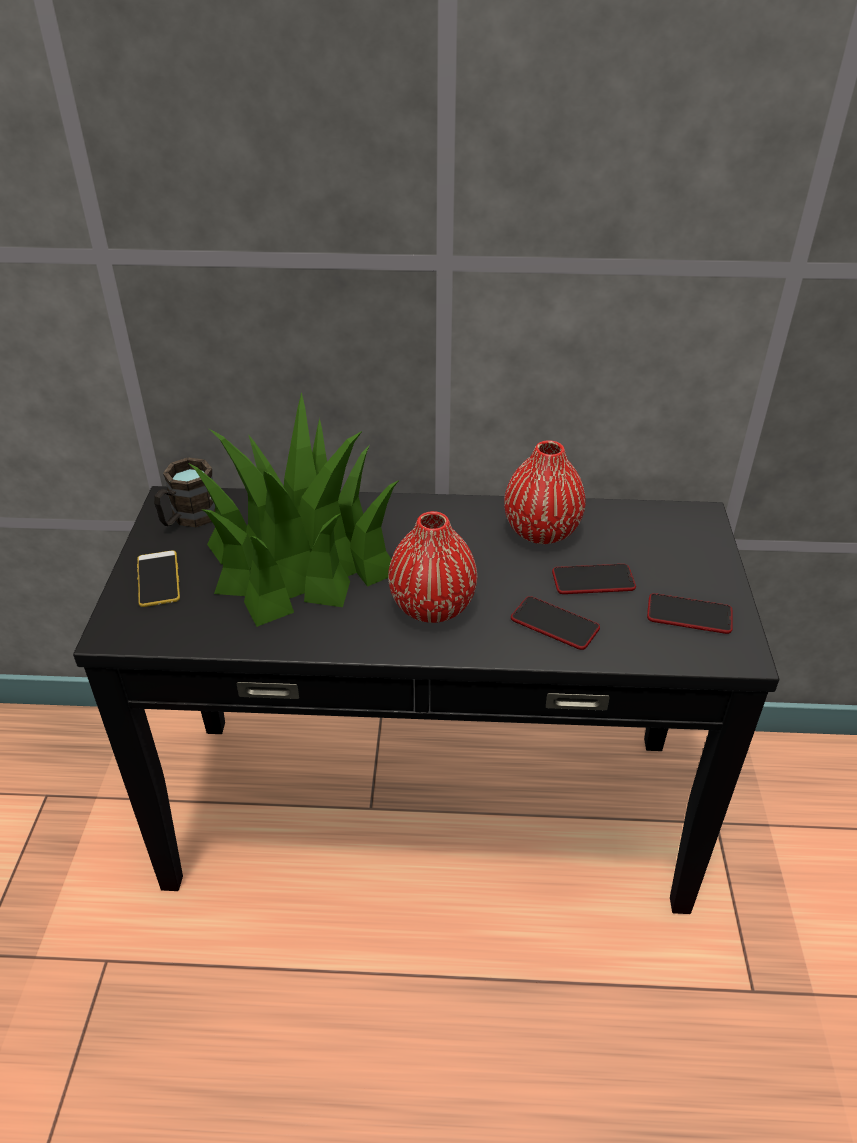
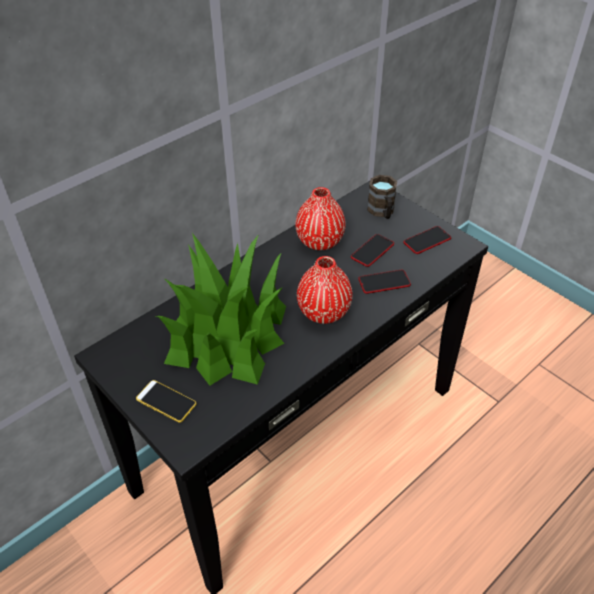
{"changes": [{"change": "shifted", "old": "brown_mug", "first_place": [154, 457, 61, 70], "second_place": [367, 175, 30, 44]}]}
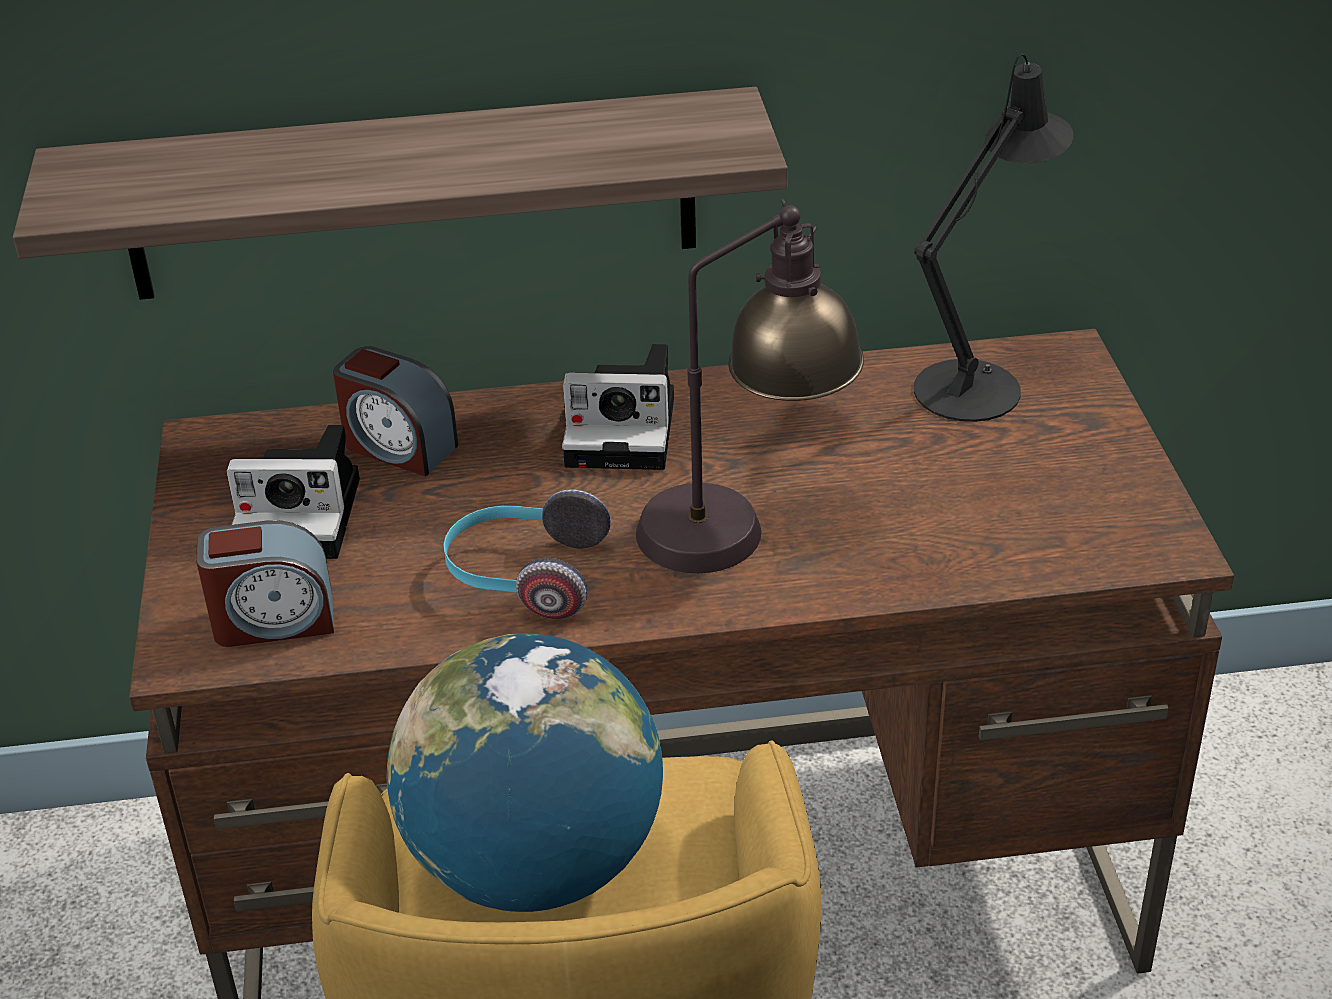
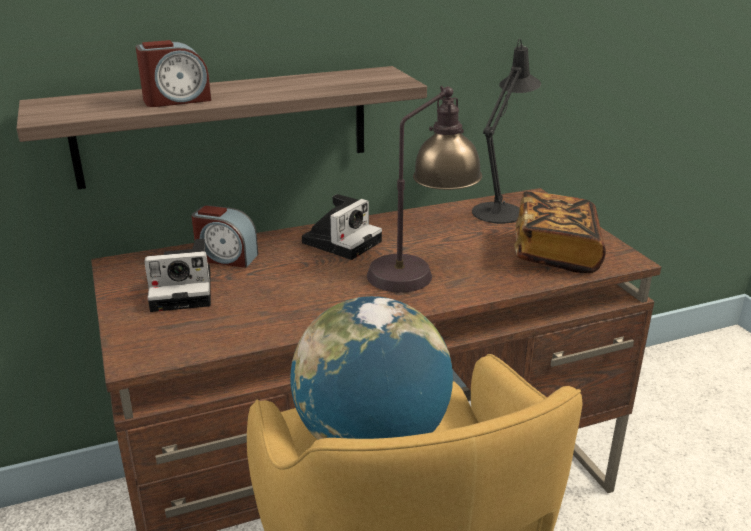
{"changes": [{"change": "rotated", "old": "photo_camera", "first_place": [562, 344, 112, 126], "second_place": [302, 194, 80, 66], "degrees": -45}, {"change": "gone", "old": "headphones", "first_place": [444, 489, 167, 130]}, {"change": "shifted", "old": "alarm_clock", "first_place": [196, 520, 138, 127], "second_place": [136, 40, 75, 67]}, {"change": "new", "new": "book", "second_place": [514, 191, 92, 82]}]}
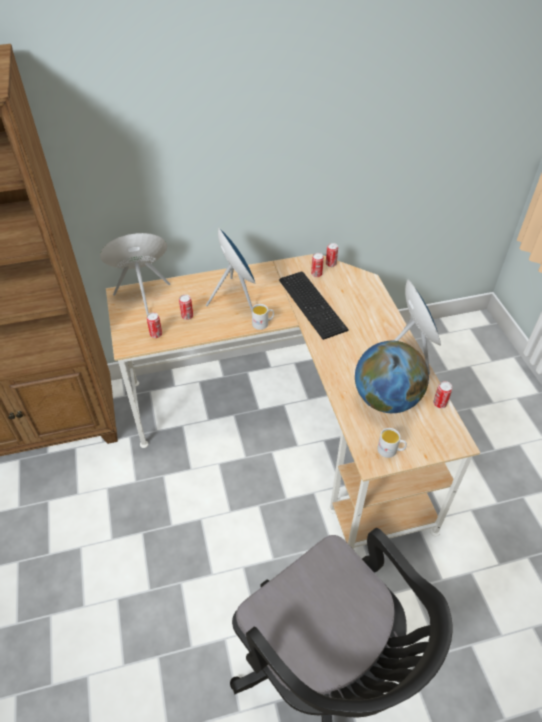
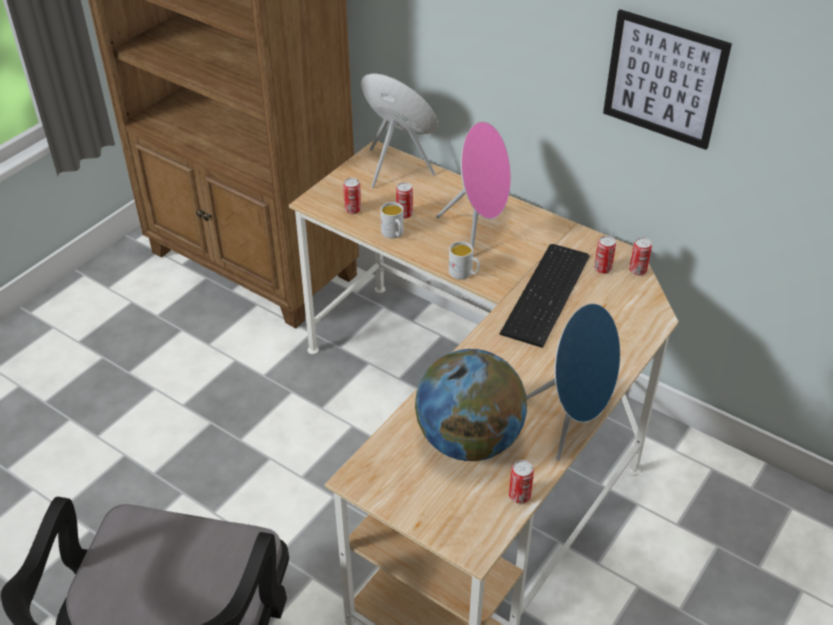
{"changes": [{"change": "repainted", "old": "blue_speaker", "new": "pink_speaker", "first_place": [206, 227, 50, 85], "second_place": [436, 121, 75, 128]}, {"change": "shifted", "old": "white_mug", "first_place": [377, 428, 30, 30], "second_place": [380, 202, 24, 36]}, {"change": "new", "new": "picture", "second_place": [603, 9, 129, 141]}]}
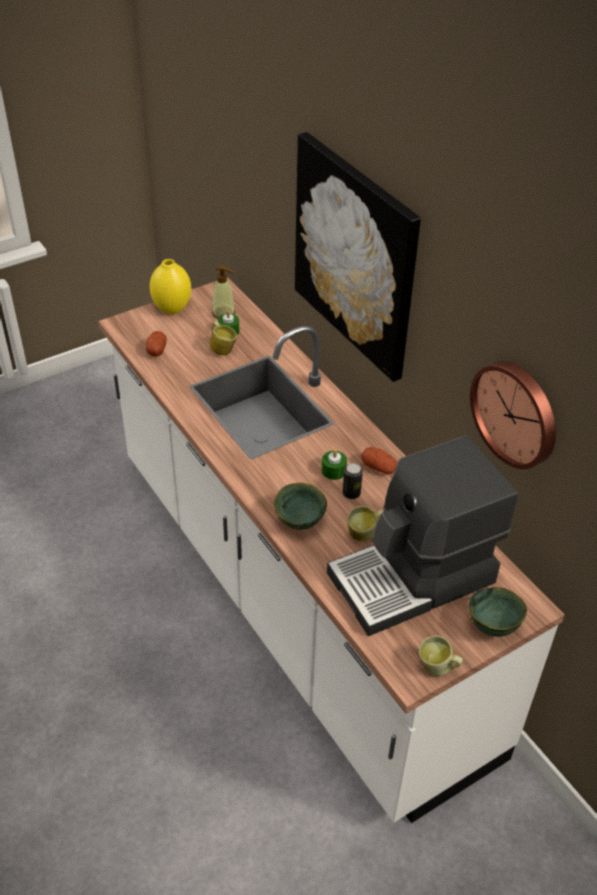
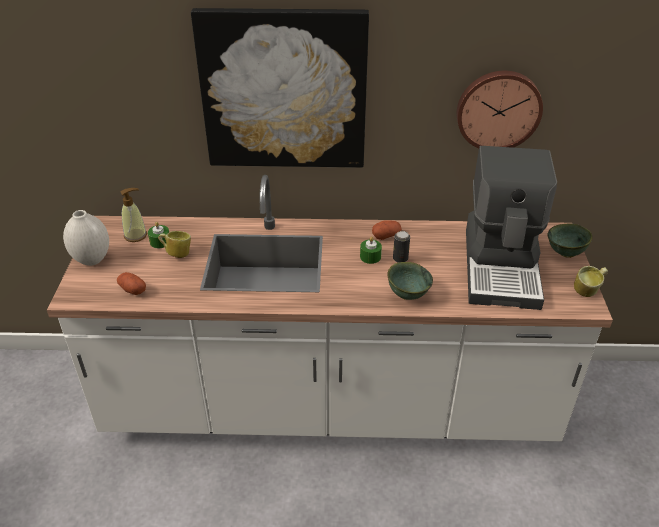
{"changes": [{"change": "repainted", "old": "yellow_vase", "new": "white_vase", "first_place": [150, 259, 41, 55], "second_place": [63, 210, 46, 56]}, {"change": "gone", "old": "mug", "first_place": [347, 506, 37, 35]}]}
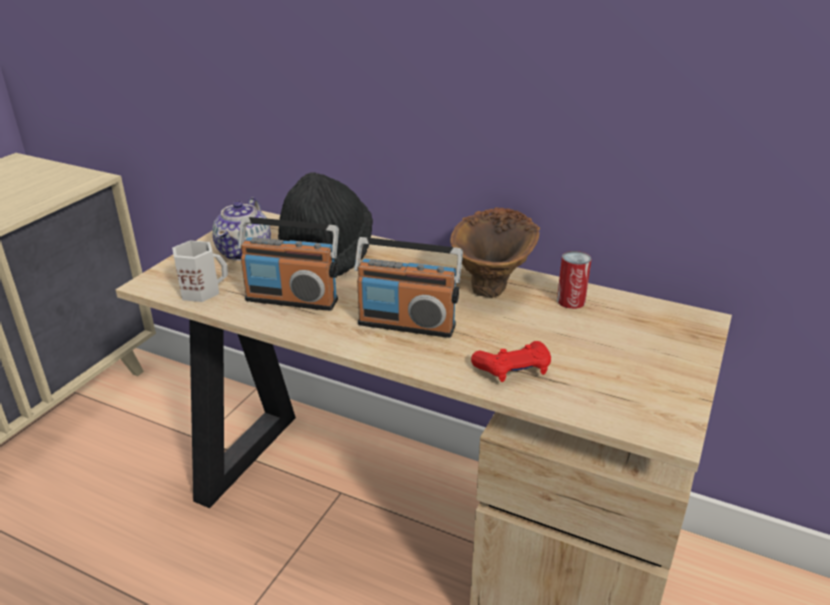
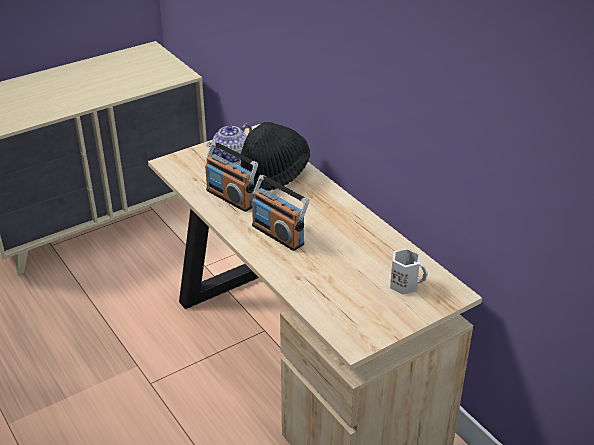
{"changes": [{"change": "gone", "old": "brown_vase", "first_place": [450, 207, 90, 91]}, {"change": "shifted", "old": "white_mug", "first_place": [172, 240, 56, 62], "second_place": [390, 248, 38, 47]}, {"change": "gone", "old": "can", "first_place": [557, 251, 34, 58]}, {"change": "gone", "old": "red_game_controller", "first_place": [471, 341, 80, 41]}]}
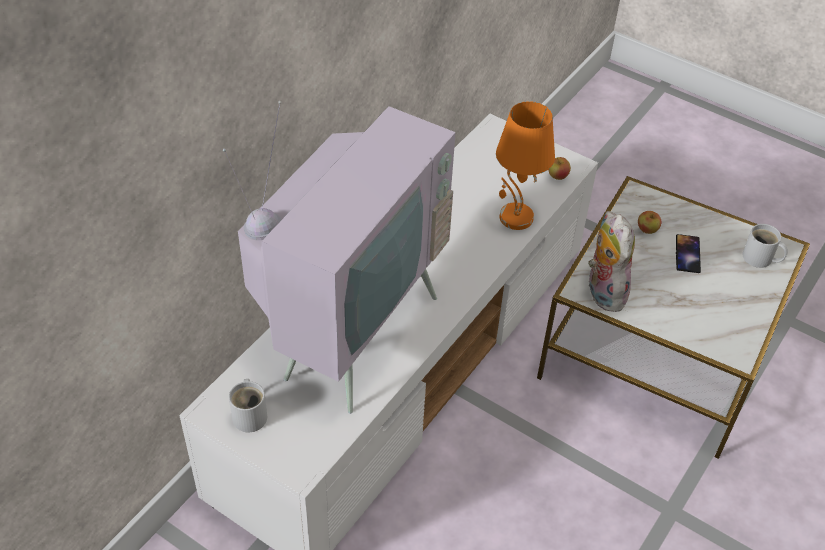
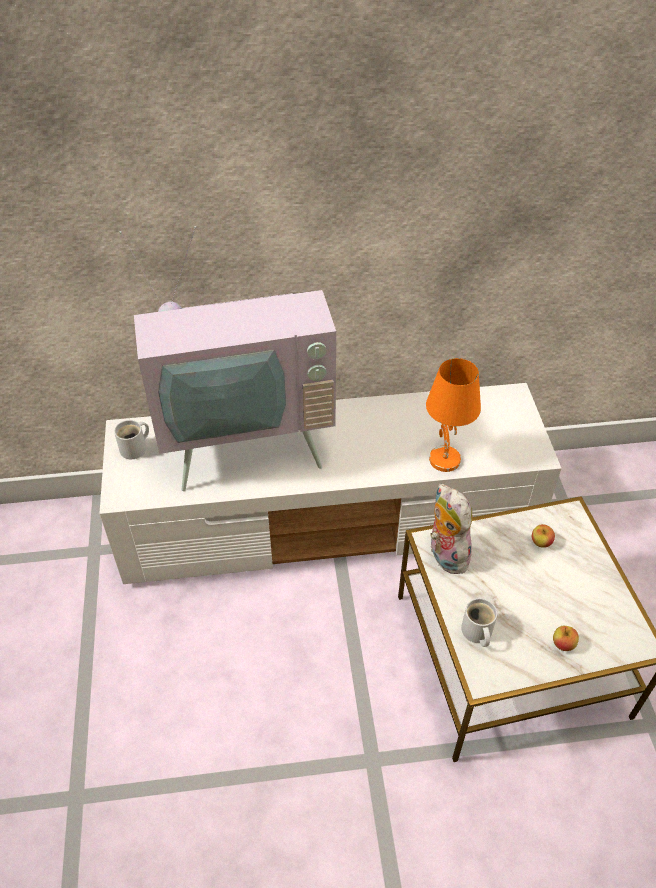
{"changes": [{"change": "shifted", "old": "apple", "first_place": [548, 157, 23, 23], "second_place": [553, 626, 26, 25]}, {"change": "rotated", "old": "plush_toy", "first_place": [588, 211, 47, 101], "second_place": [430, 483, 42, 91], "degrees": -60}, {"change": "shifted", "old": "white_mug", "first_place": [743, 224, 45, 44], "second_place": [461, 598, 36, 49]}, {"change": "gone", "old": "phone", "first_place": [676, 234, 25, 39]}]}
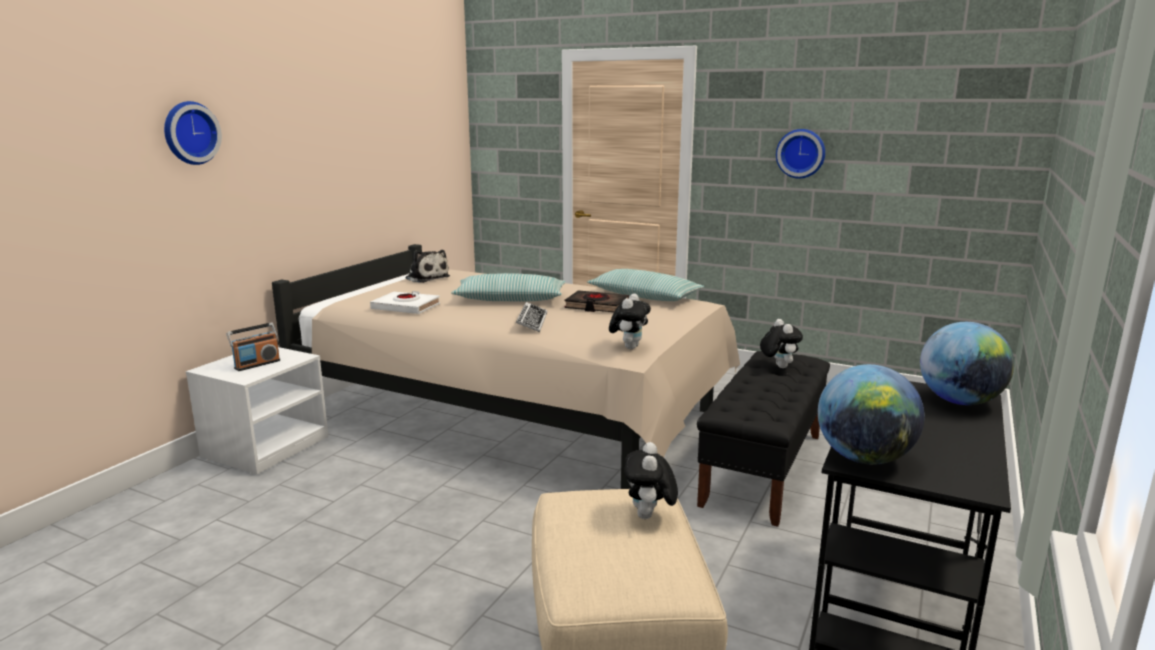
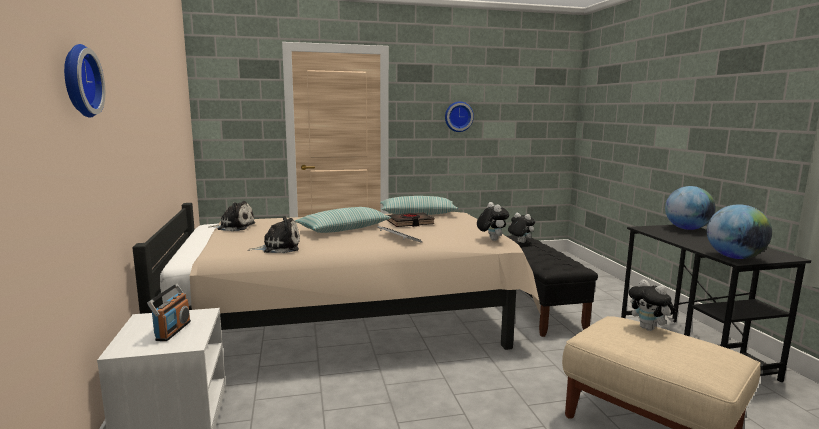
{"changes": [{"change": "swapped", "old": "white_book", "new": "plush_toy", "first_place": [370, 291, 70, 23], "second_place": [248, 216, 52, 37]}]}
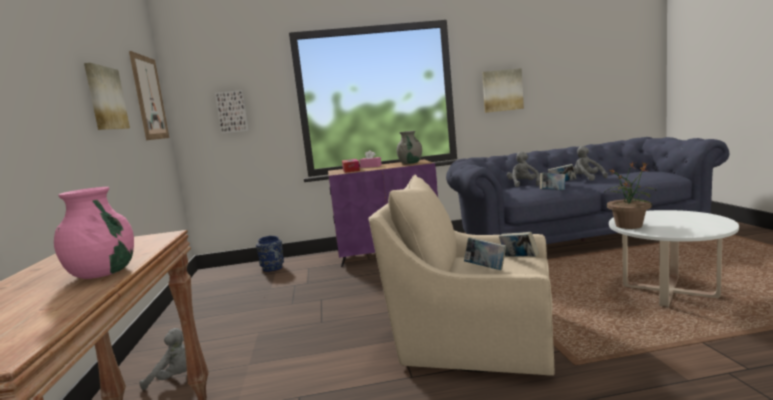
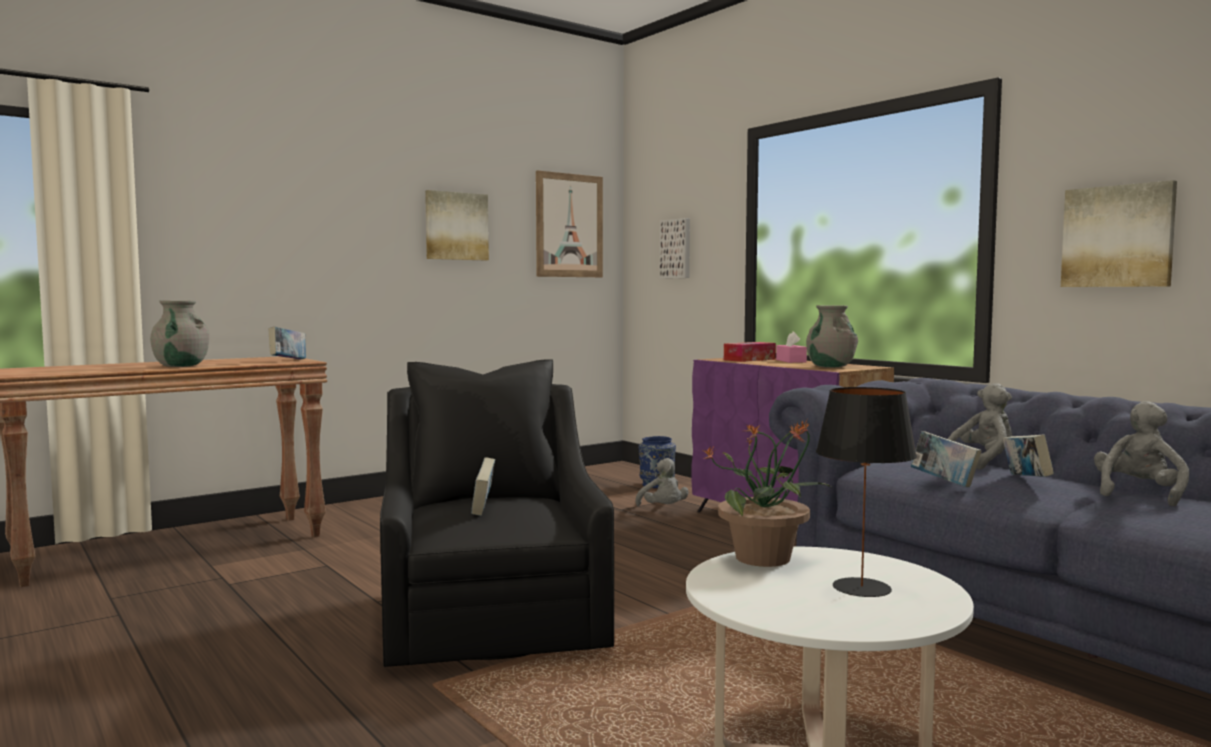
{"changes": [{"change": "repainted", "old": "beige_armchair", "new": "black_armchair", "first_place": [368, 174, 187, 201], "second_place": [380, 359, 234, 308]}, {"change": "repainted", "old": "pink_vase", "new": "grey_vase", "first_place": [54, 187, 80, 92], "second_place": [150, 300, 59, 67]}, {"change": "shifted", "old": "book", "first_place": [499, 232, 40, 25], "second_place": [269, 327, 37, 33]}, {"change": "shifted", "old": "grey_plush_toy", "first_place": [139, 328, 48, 62], "second_place": [635, 458, 54, 48]}, {"change": "new", "new": "black_table_lamp", "second_place": [816, 387, 101, 210]}]}
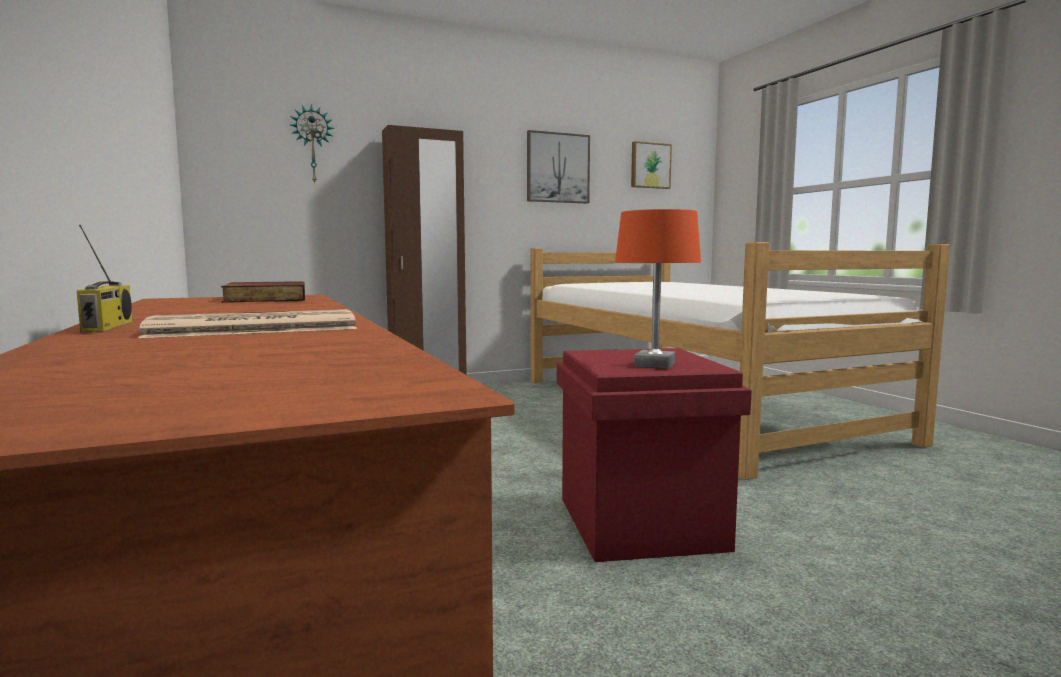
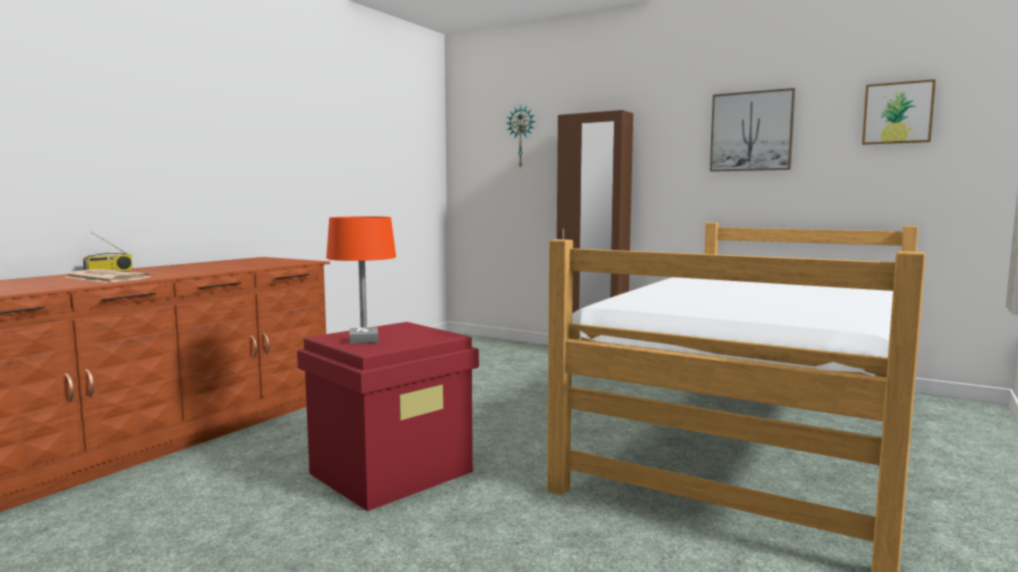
{"changes": [{"change": "gone", "old": "book", "first_place": [221, 281, 84, 22]}]}
